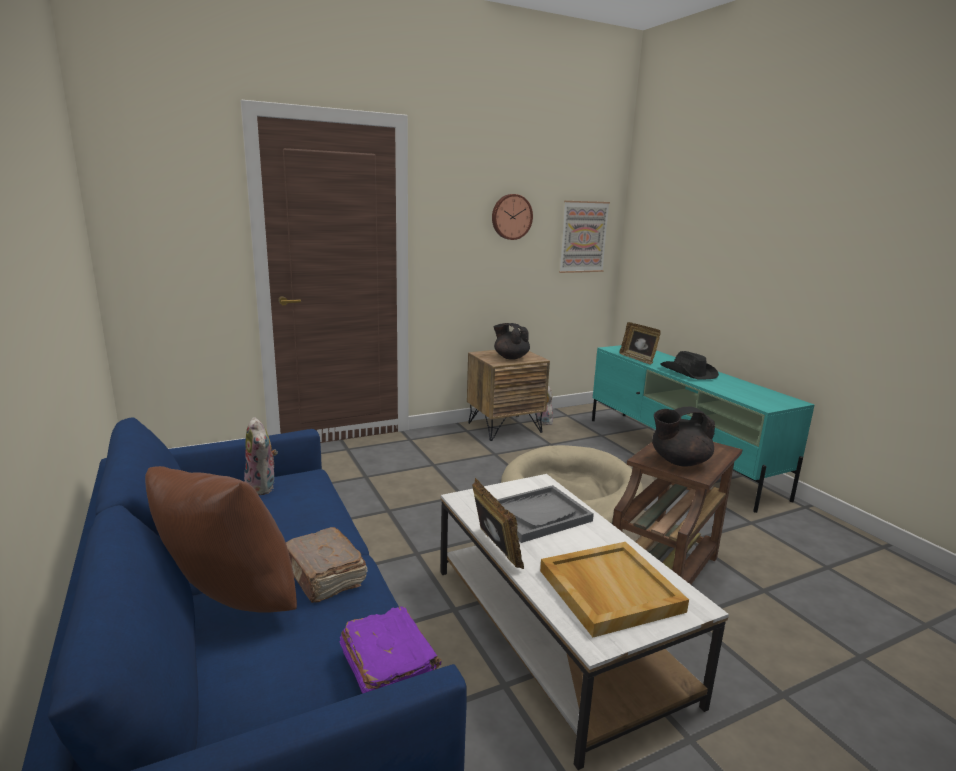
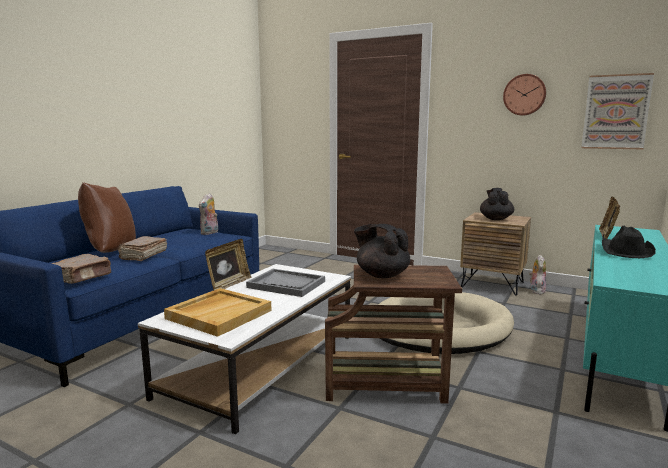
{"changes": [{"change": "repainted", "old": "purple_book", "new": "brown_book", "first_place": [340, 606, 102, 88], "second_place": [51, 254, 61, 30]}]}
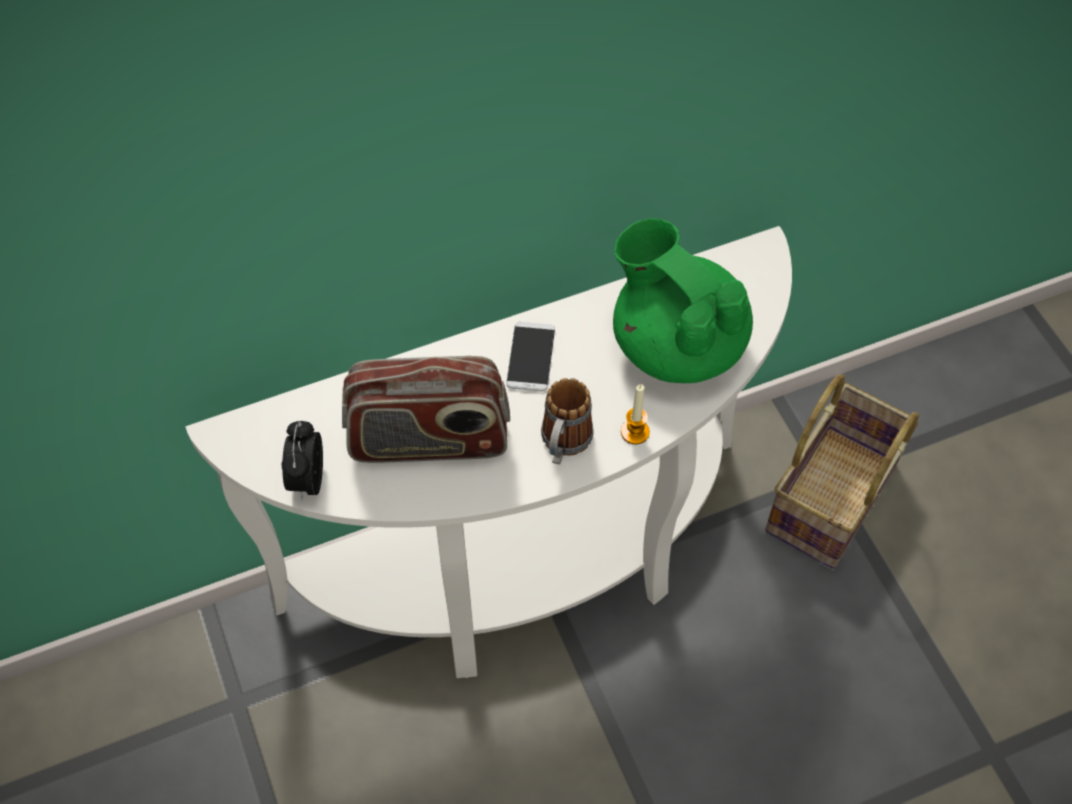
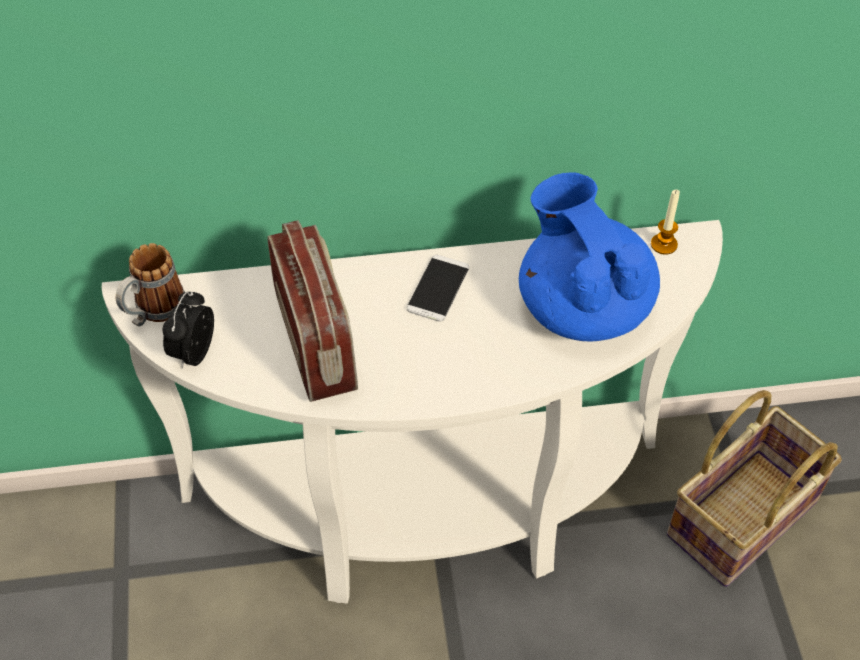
{"changes": [{"change": "repainted", "old": "green_teapot", "new": "blue_teapot", "first_place": [613, 218, 140, 165], "second_place": [519, 172, 141, 169]}, {"change": "rotated", "old": "radio", "first_place": [342, 356, 168, 107], "second_place": [267, 220, 91, 182], "degrees": -120}, {"change": "shifted", "old": "mug", "first_place": [541, 378, 53, 87], "second_place": [116, 243, 69, 84]}, {"change": "shifted", "old": "candle", "first_place": [621, 384, 29, 60], "second_place": [651, 190, 29, 65]}]}
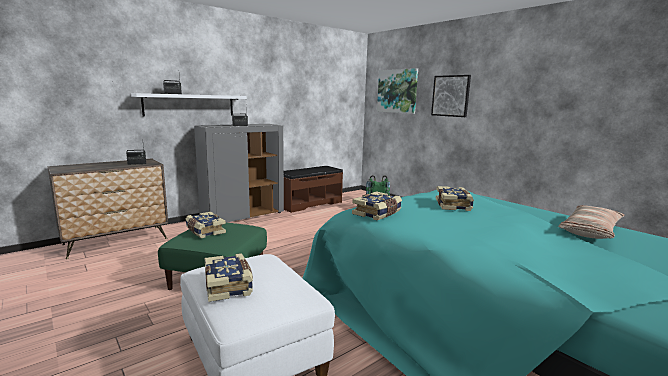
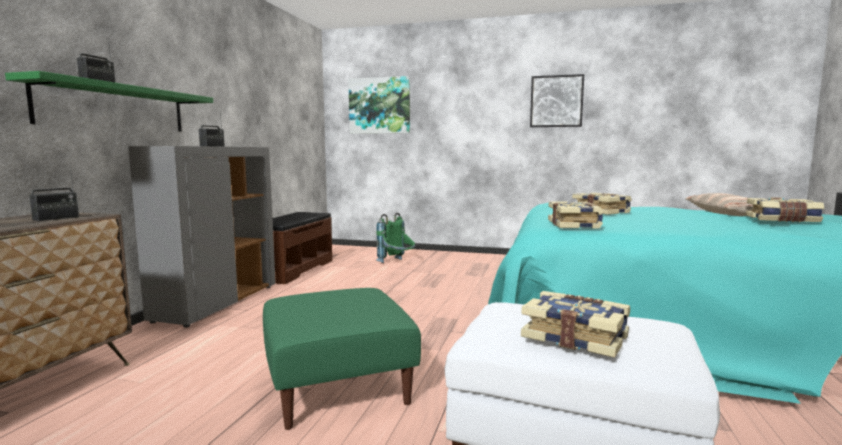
{"changes": [{"change": "shifted", "old": "picture", "first_place": [431, 75, 40, 42], "second_place": [530, 74, 54, 53]}, {"change": "repainted", "old": "white_shelf", "new": "green_shelf", "first_place": [131, 93, 116, 23], "second_place": [5, 71, 208, 61]}, {"change": "shifted", "old": "book", "first_place": [186, 212, 40, 26], "second_place": [746, 197, 78, 25]}]}
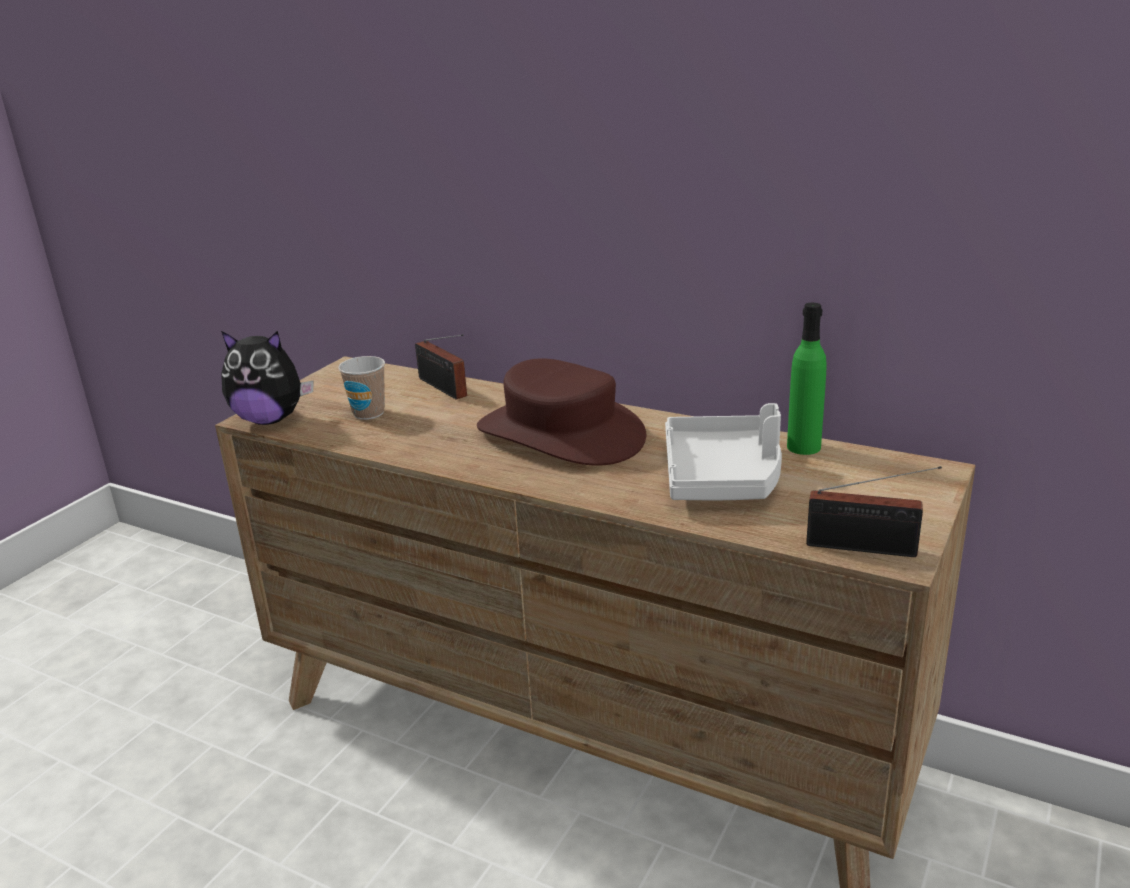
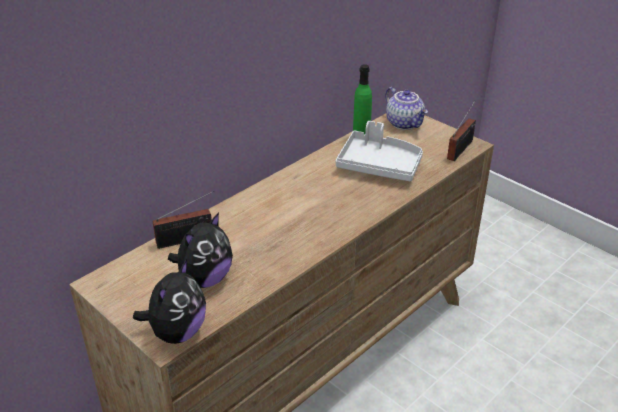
{"changes": [{"change": "swapped", "old": "cup", "new": "plush_toy", "first_place": [338, 356, 47, 64], "second_place": [168, 213, 65, 75]}, {"change": "gone", "old": "brown_hat", "first_place": [477, 358, 169, 108]}, {"change": "new", "new": "teapot", "second_place": [385, 87, 43, 43]}]}
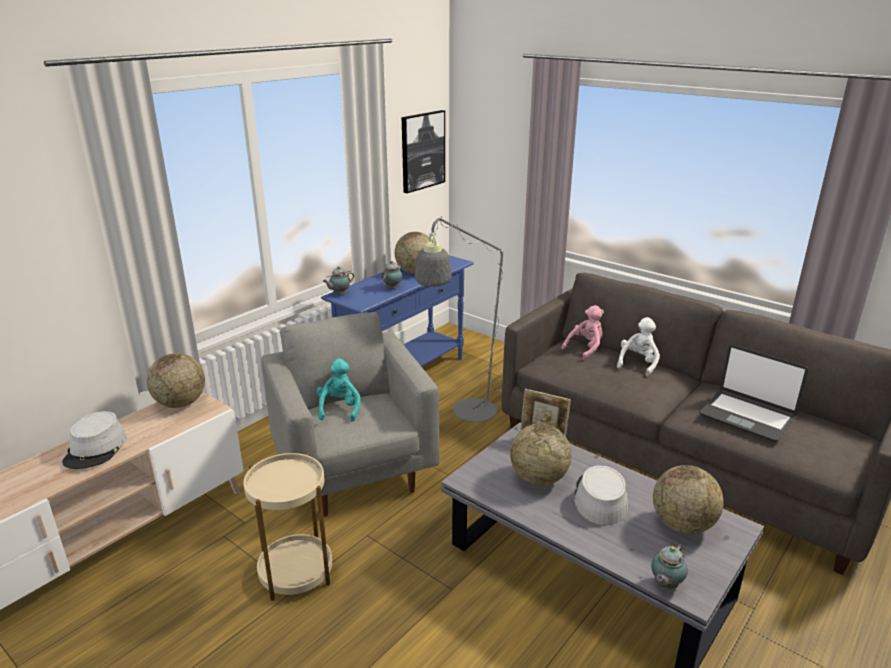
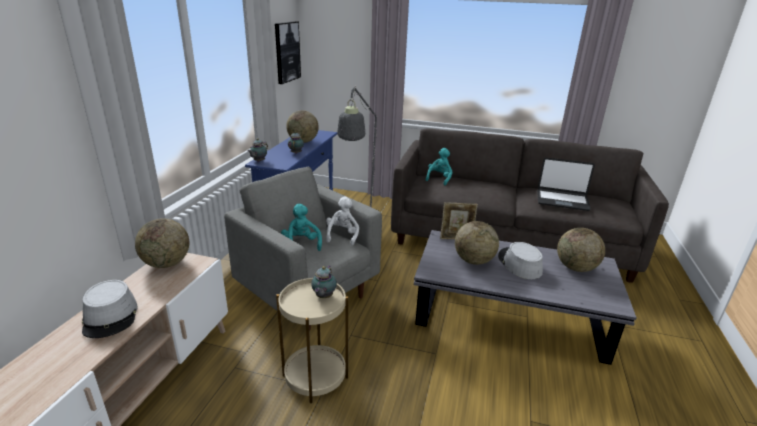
{"changes": [{"change": "repainted", "old": "pink_plush_toy", "new": "turquoise_plush_toy", "first_place": [561, 305, 43, 55], "second_place": [426, 148, 27, 37]}, {"change": "shifted", "old": "white_plush_toy", "first_place": [617, 317, 43, 60], "second_place": [326, 196, 33, 50]}, {"change": "shifted", "old": "teapot", "first_place": [651, 543, 37, 46], "second_place": [311, 266, 26, 32]}]}
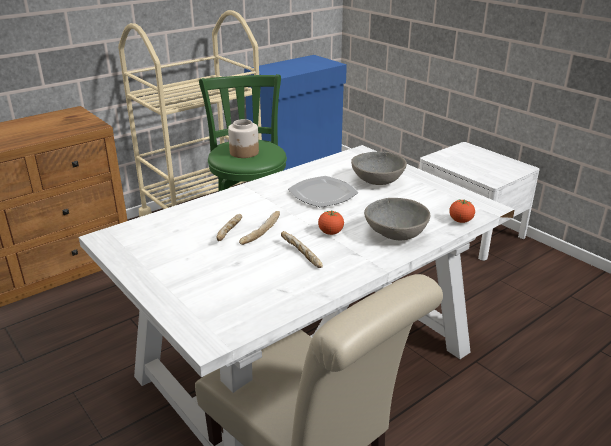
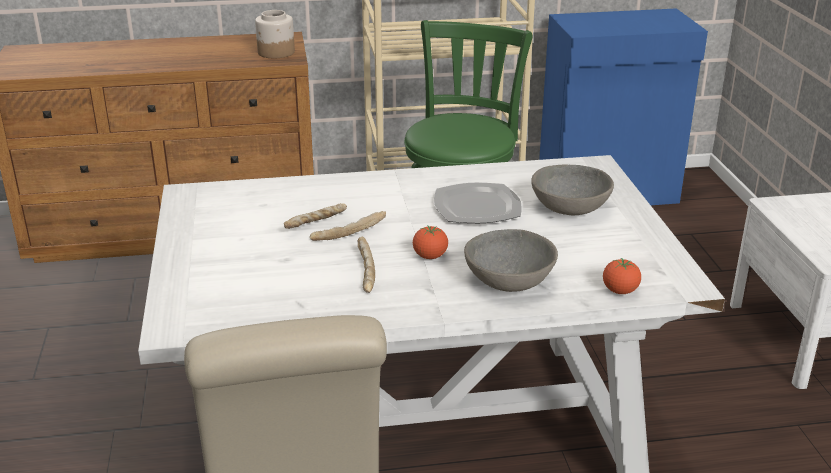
{"changes": [{"change": "shifted", "old": "jar", "first_place": [228, 119, 31, 39], "second_place": [255, 10, 40, 48]}]}
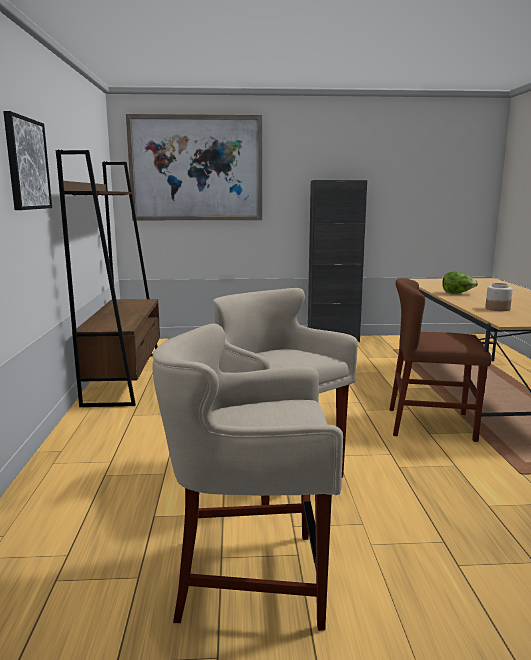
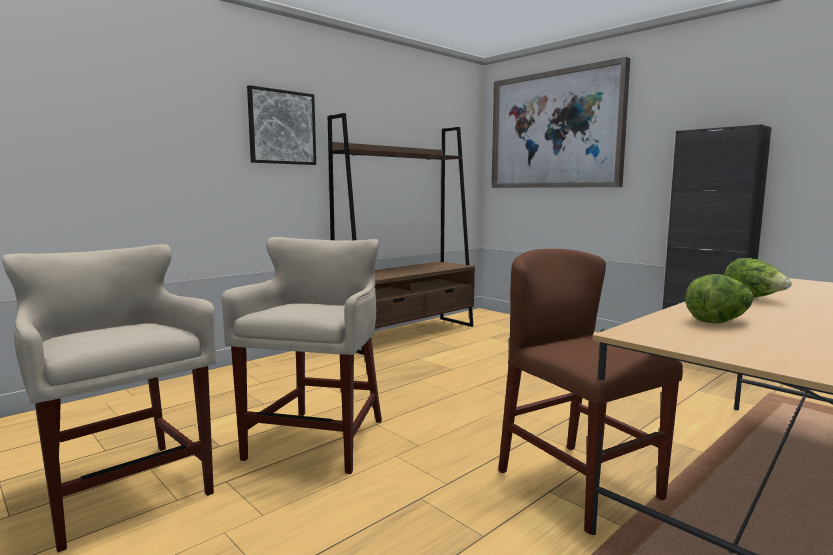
{"changes": [{"change": "swapped", "old": "jar", "new": "lettuce", "first_place": [485, 283, 28, 28], "second_place": [685, 274, 69, 50]}]}
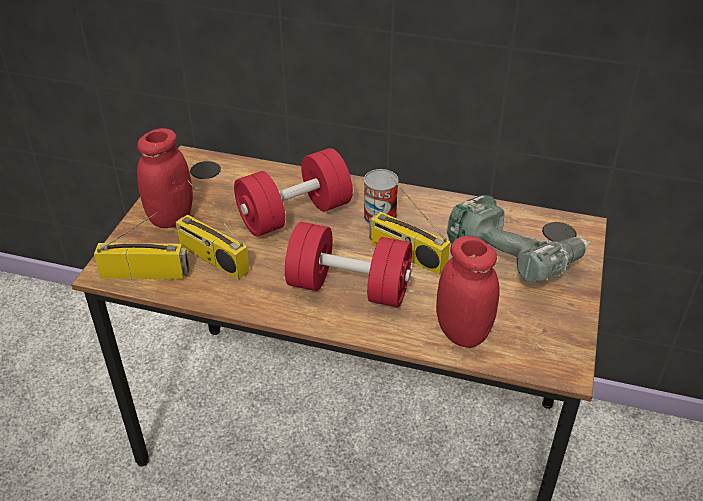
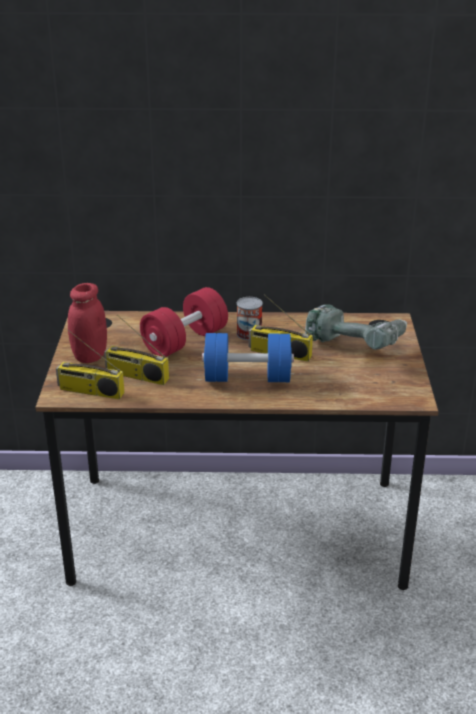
{"changes": [{"change": "rotated", "old": "radio", "first_place": [94, 212, 95, 67], "second_place": [56, 330, 69, 69], "degrees": -150}, {"change": "repainted", "old": "red_dumbbell", "new": "blue_dumbbell", "first_place": [285, 222, 127, 86], "second_place": [202, 333, 92, 49]}, {"change": "gone", "old": "red_jar", "first_place": [436, 236, 64, 112]}]}
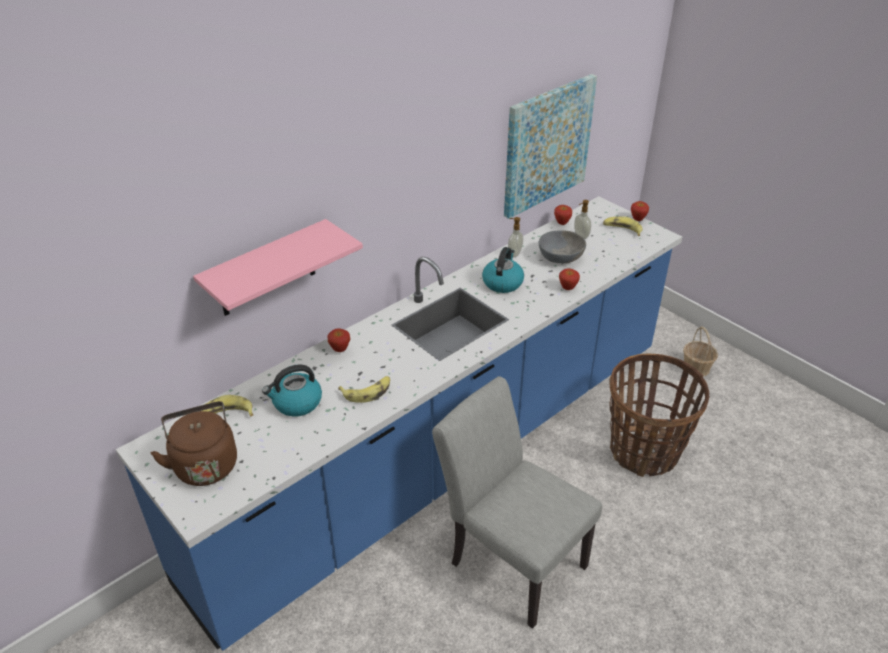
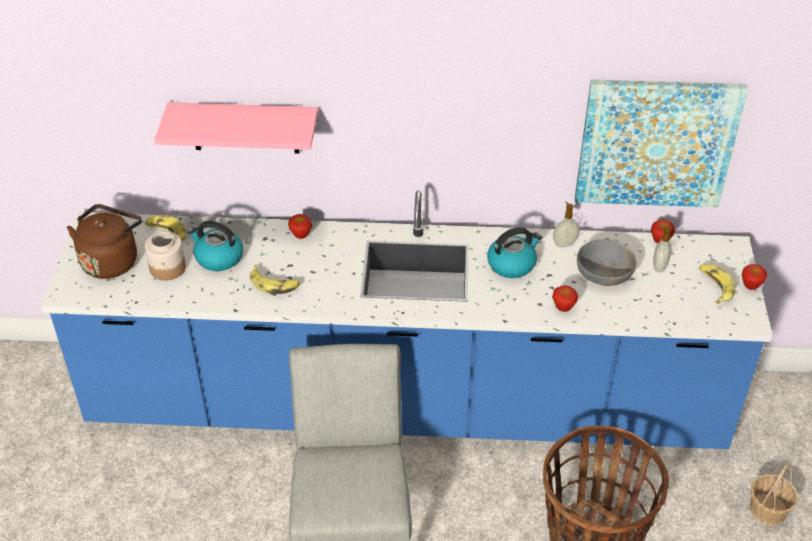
{"changes": [{"change": "new", "new": "jar", "second_place": [145, 232, 41, 49]}]}
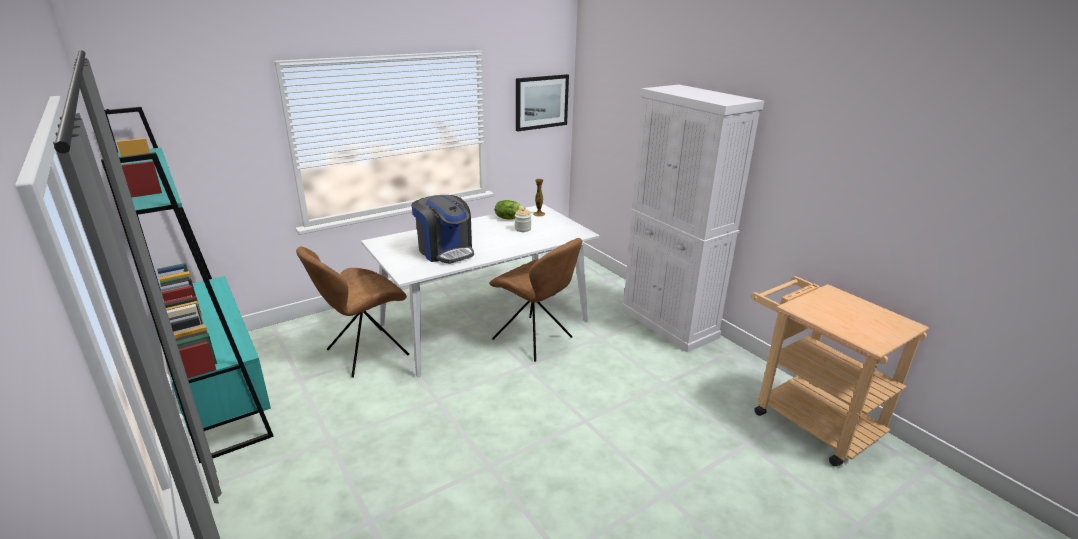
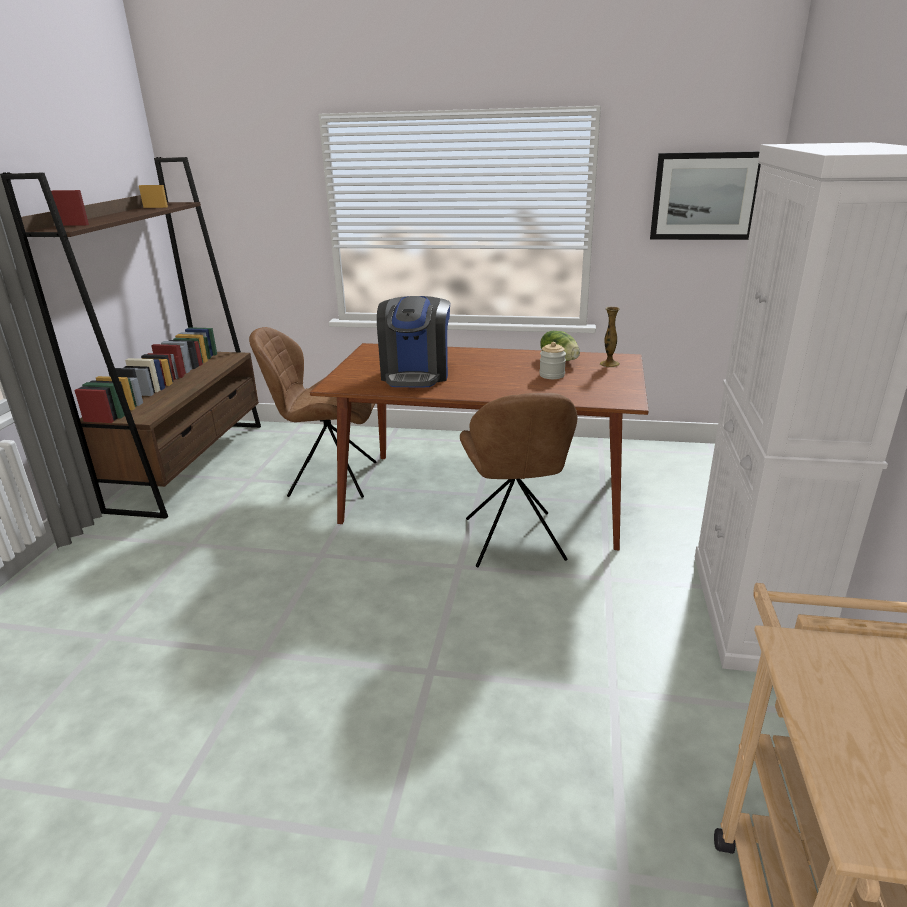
{"changes": [{"change": "repainted", "old": "turquoise_bookcase", "new": "brown_bookcase", "first_place": [101, 107, 173, 356], "second_place": [0, 157, 261, 362]}, {"change": "repainted", "old": "white_dining_table", "new": "brown_dining_table", "first_place": [361, 204, 239, 174], "second_place": [310, 343, 339, 207]}]}
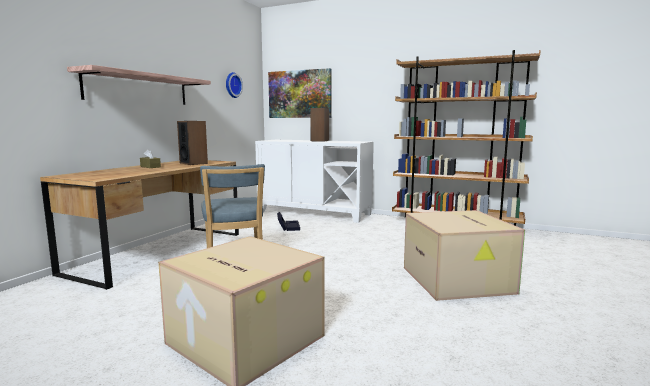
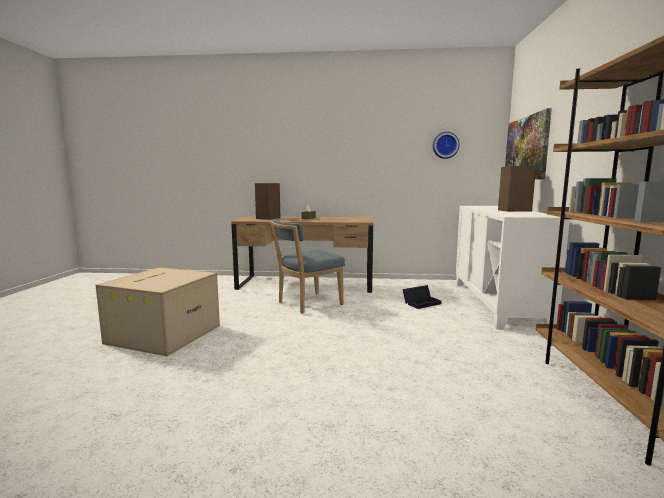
{"changes": [{"change": "gone", "old": "shelf", "first_place": [67, 65, 144, 40]}, {"change": "shifted", "old": "speaker", "first_place": [177, 121, 31, 44], "second_place": [255, 183, 25, 37]}, {"change": "gone", "old": "cardboard_box", "first_place": [404, 210, 121, 91]}]}
